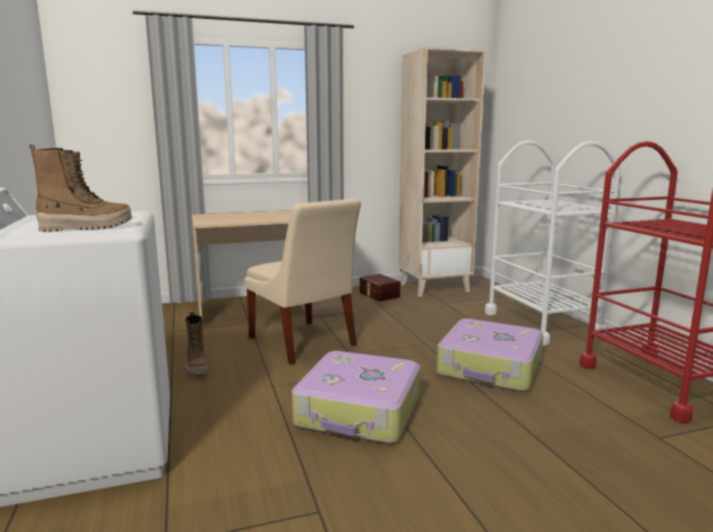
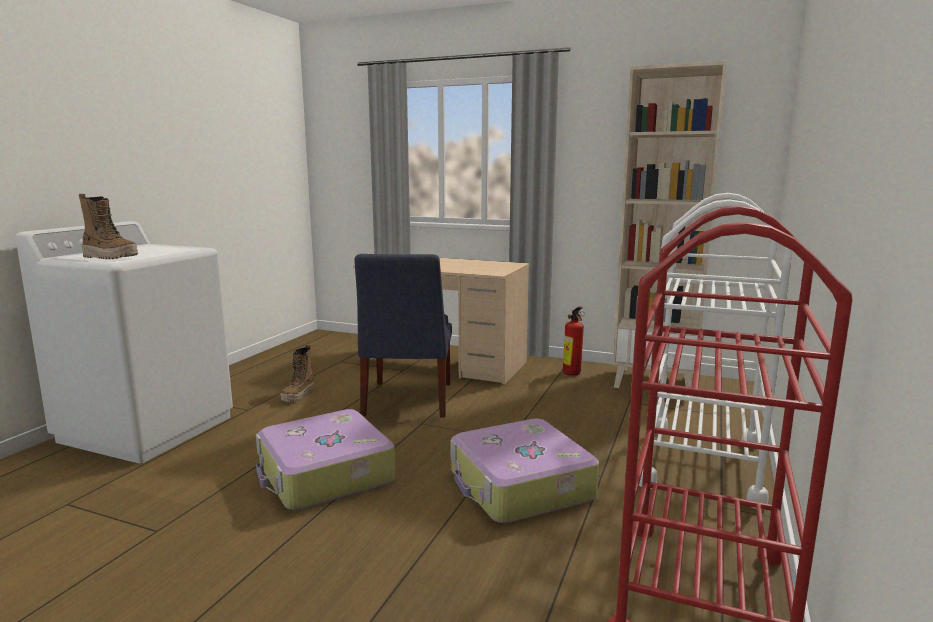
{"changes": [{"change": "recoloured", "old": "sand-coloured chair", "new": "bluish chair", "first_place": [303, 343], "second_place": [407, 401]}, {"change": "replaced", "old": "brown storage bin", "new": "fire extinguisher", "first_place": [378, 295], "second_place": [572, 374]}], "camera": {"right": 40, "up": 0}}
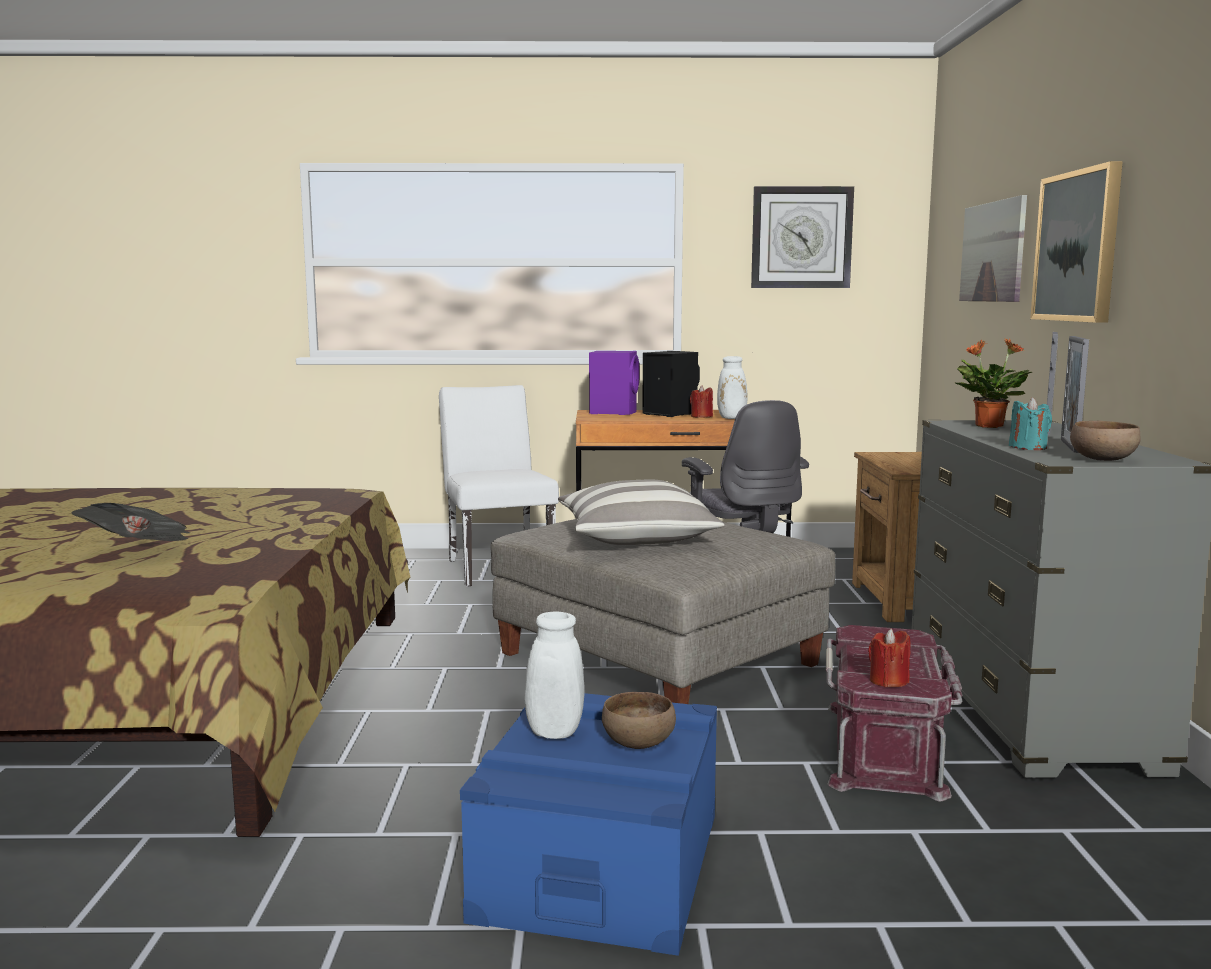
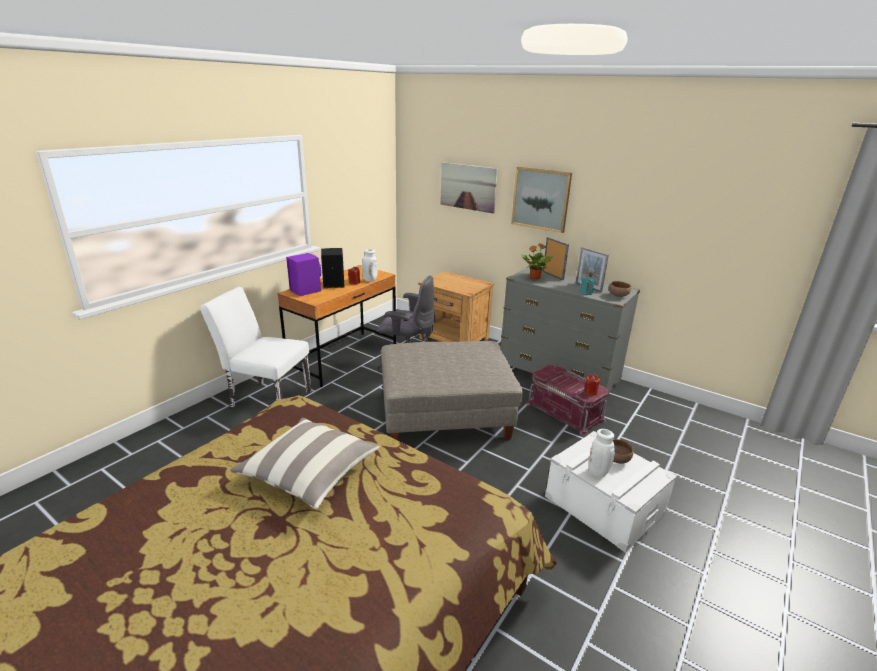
{"changes": [{"change": "moved", "old": "pillow", "first_place": [636, 538], "second_place": [309, 473]}, {"change": "recoloured", "old": "bluish storage bin", "new": "white storage bin", "first_place": [601, 865], "second_place": [604, 505]}, {"change": "removed", "old": "newspaper", "first_place": [140, 553]}, {"change": "removed", "old": "wall clock", "first_place": [801, 237]}], "camera": {"right": -55, "up": 15}}
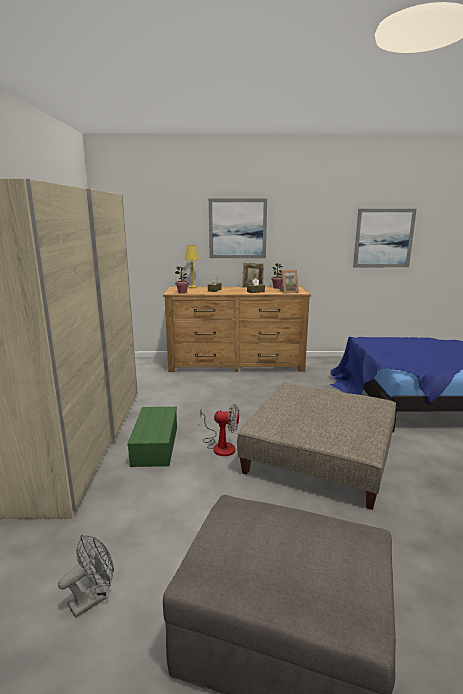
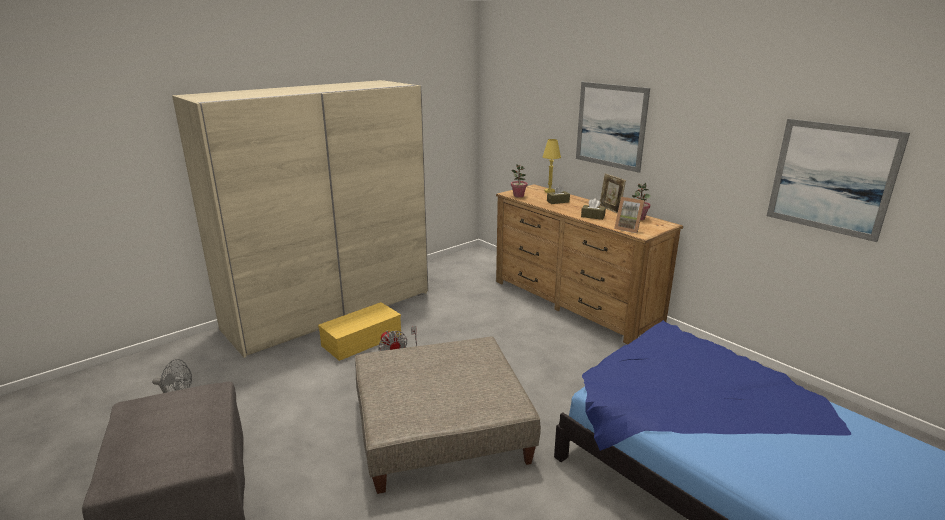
{"changes": [{"change": "recoloured", "old": "greenish storage bin", "new": "yellow storage bin", "first_place": [154, 444], "second_place": [362, 339]}], "camera": {"right": 50, "up": 5}}
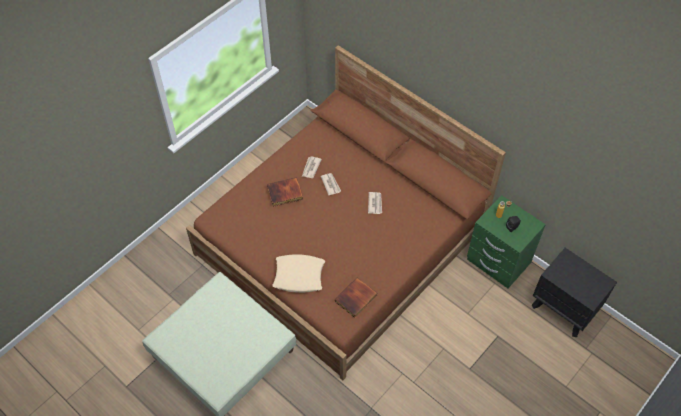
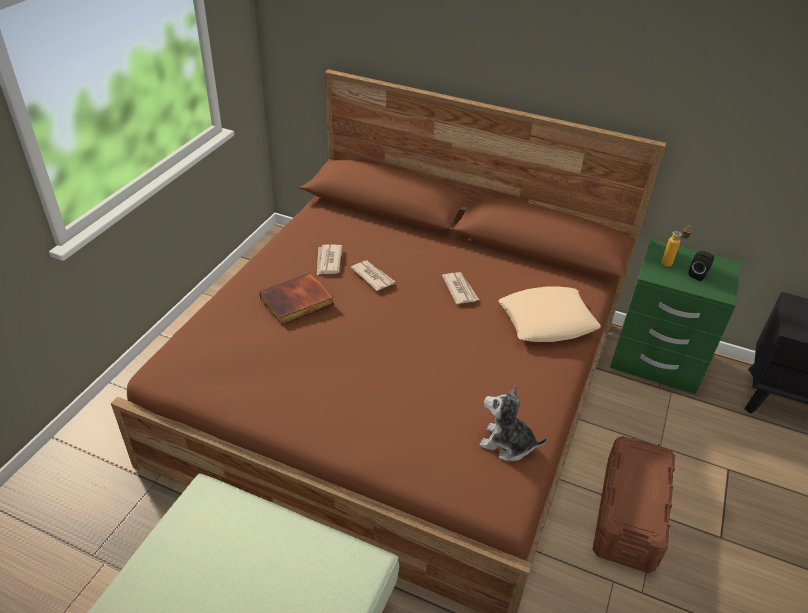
{"changes": [{"change": "replaced", "old": "volume", "new": "soft toy", "first_place": [356, 299], "second_place": [507, 444]}, {"change": "moved", "old": "sand-coloured pillow", "first_place": [299, 276], "second_place": [547, 321]}, {"change": "added", "new": "brown storage bin", "second_place": [628, 515]}], "camera": {"right": -20, "up": -15}}
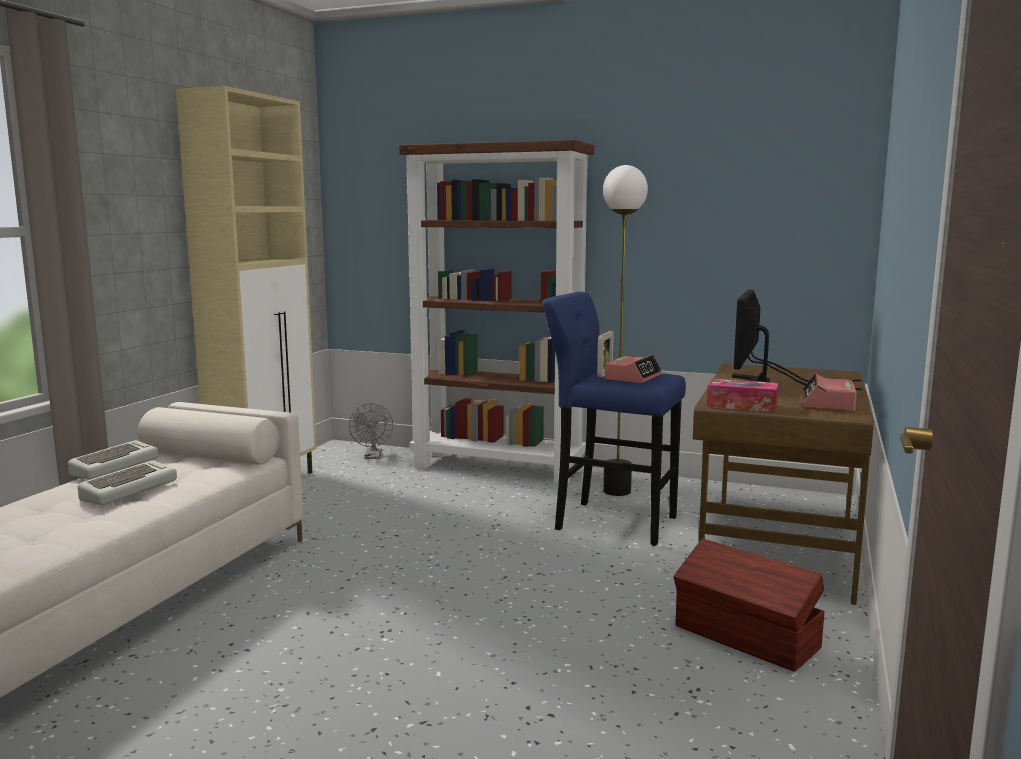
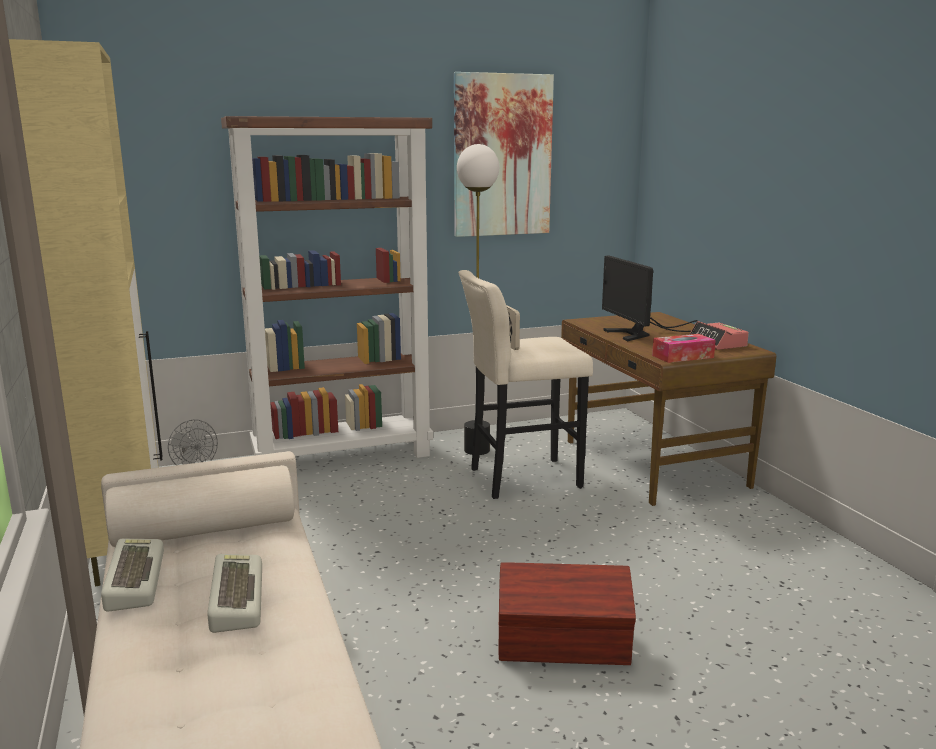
{"changes": [{"change": "added", "new": "wall art", "second_place": [502, 156]}, {"change": "recoloured", "old": "bluish stool seat", "new": "sand-coloured stool seat", "first_place": [610, 522], "second_place": [519, 479]}, {"change": "moved", "old": "brown storage bin", "first_place": [746, 638], "second_place": [564, 646]}, {"change": "removed", "old": "bedside clock", "first_place": [633, 377]}], "camera": {"right": -40, "up": 5}}
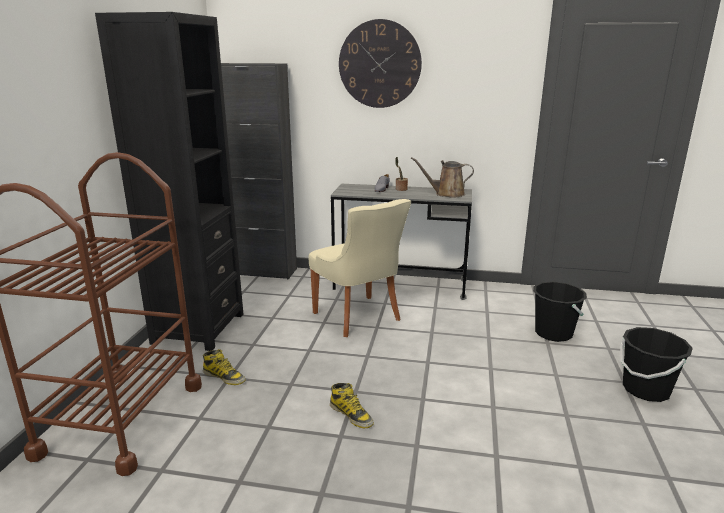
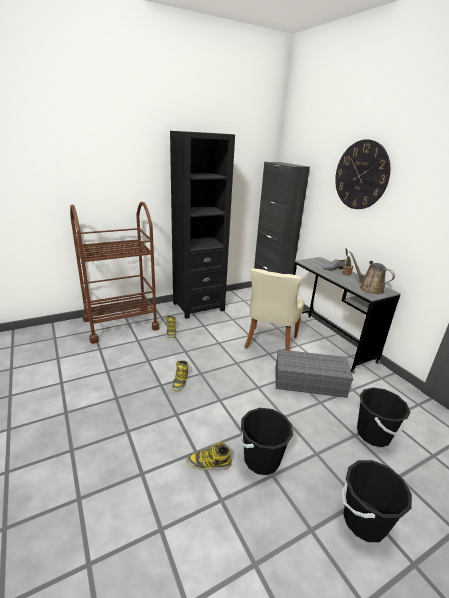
{"changes": [{"change": "added", "new": "high-top boot", "second_place": [208, 463]}, {"change": "added", "new": "black water bucket", "second_place": [261, 459]}, {"change": "added", "new": "greyish storage bin", "second_place": [310, 381]}], "camera": {"right": 50, "up": 5}}
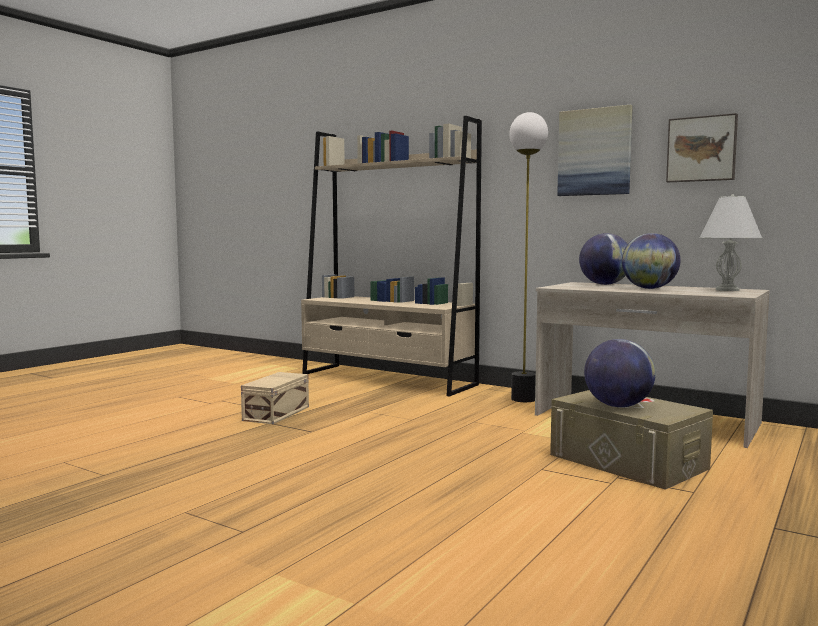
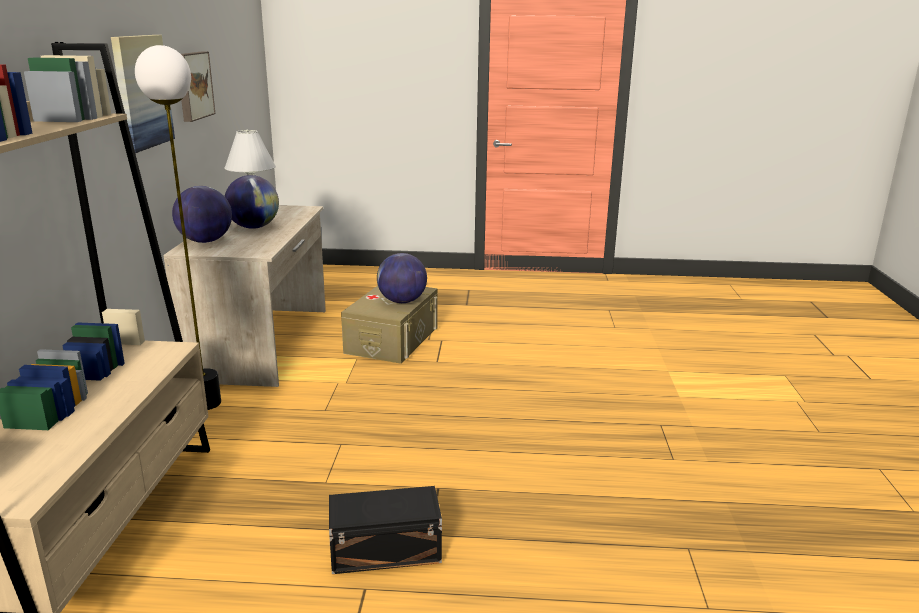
{"changes": [{"change": "recoloured", "old": "sand-coloured storage bin", "new": "black storage bin", "first_place": [278, 413], "second_place": [383, 549]}], "camera": {"right": -120, "up": 15}}
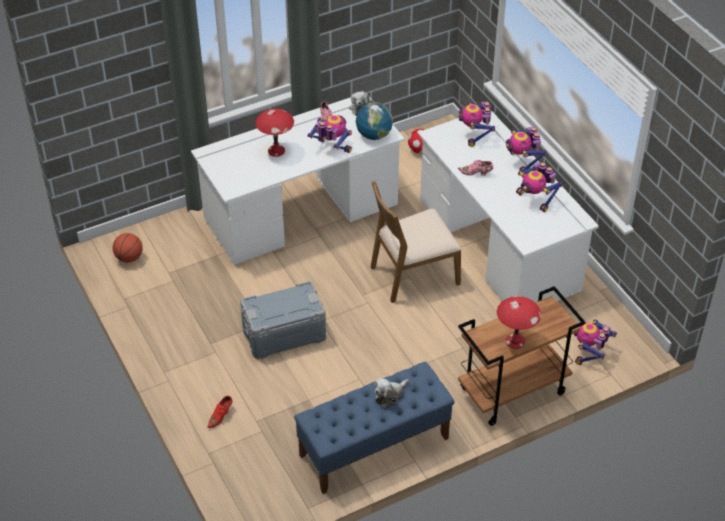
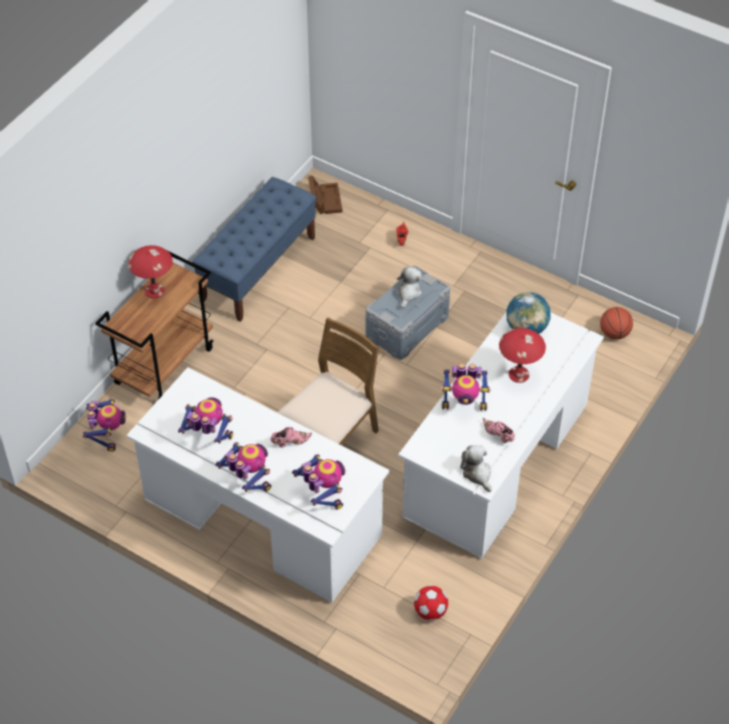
{"changes": [{"change": "added", "new": "brown storage bin", "second_place": [324, 199]}, {"change": "moved", "old": "soft toy", "first_place": [390, 396], "second_place": [408, 293]}, {"change": "moved", "old": "globe", "first_place": [374, 135], "second_place": [526, 328]}], "camera": {"right": 150, "up": 5}}
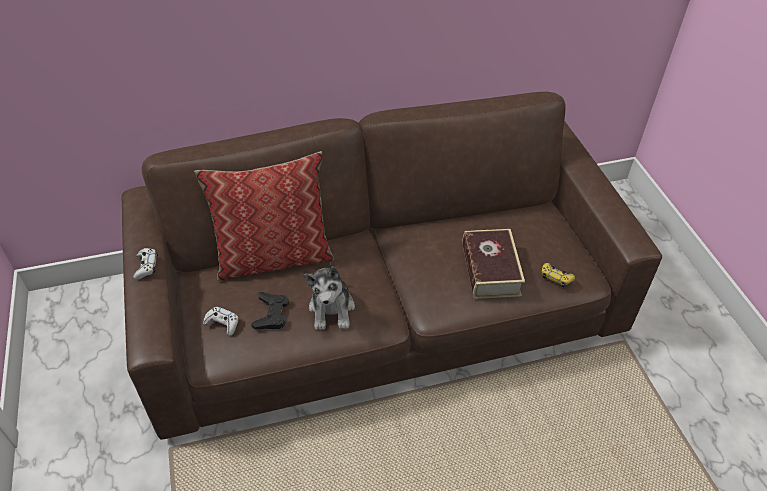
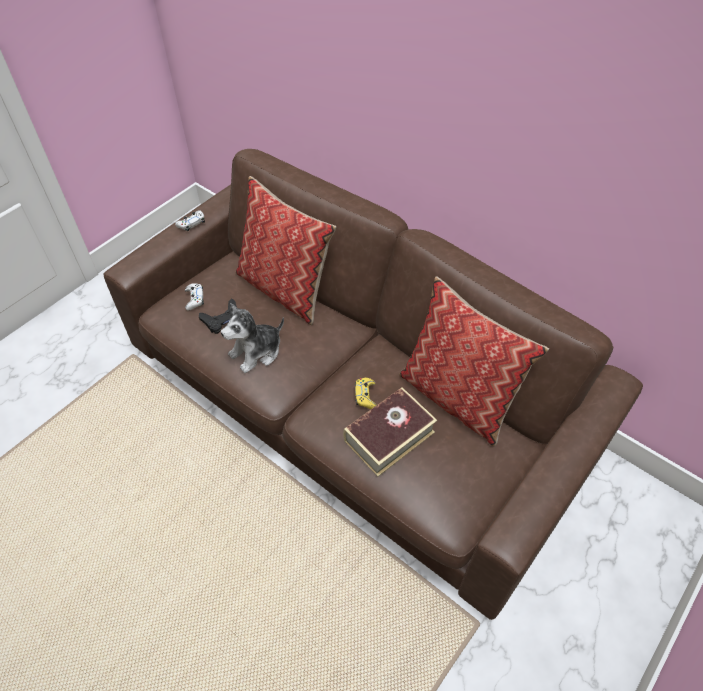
{"changes": [{"change": "moved", "old": "yellow joypad", "first_place": [556, 277], "second_place": [365, 396]}, {"change": "added", "new": "pillow", "second_place": [457, 397]}], "camera": {"right": 55, "up": 5}}
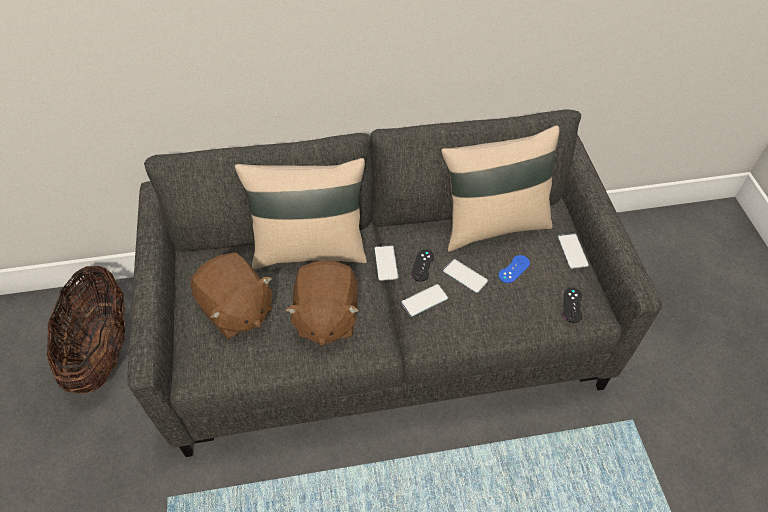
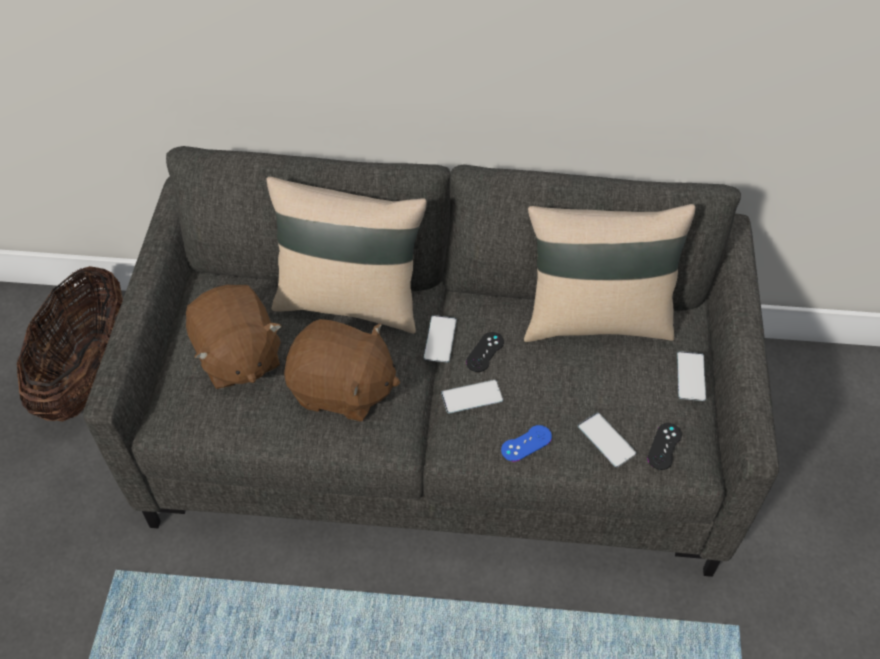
{"changes": [{"change": "turned", "old": "brown soft toy", "first_place": [326, 317], "second_place": [342, 390], "degrees": -90}, {"change": "moved", "old": "bluish joypad", "first_place": [514, 269], "second_place": [526, 443]}, {"change": "moved", "old": "phone", "first_place": [465, 276], "second_place": [606, 440]}], "camera": {"right": 15, "up": 0}}
